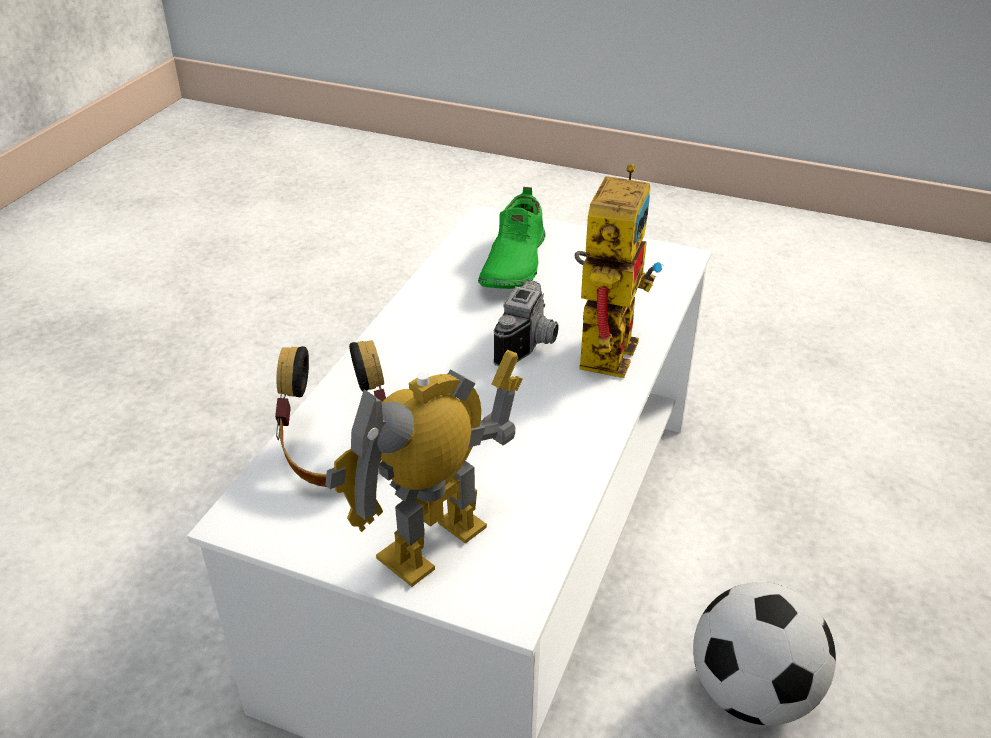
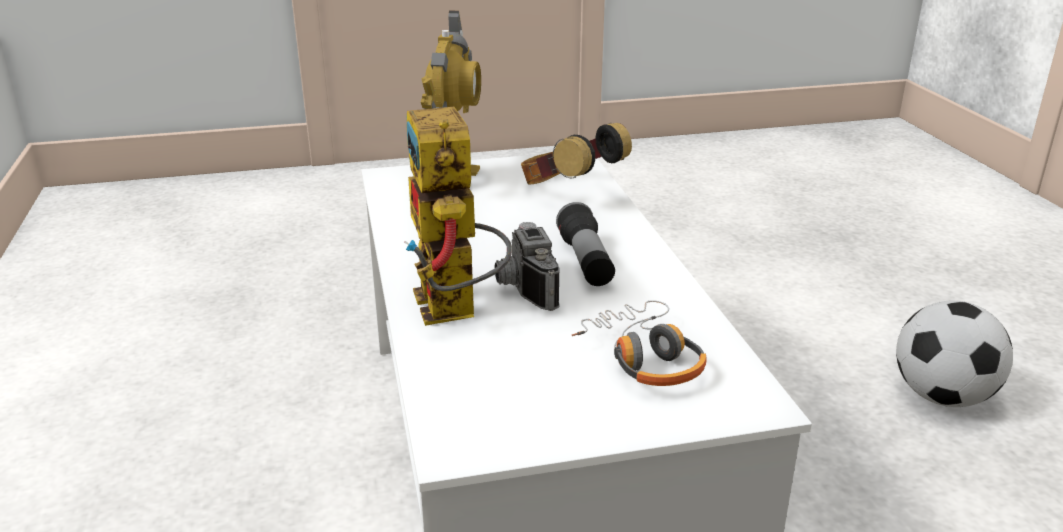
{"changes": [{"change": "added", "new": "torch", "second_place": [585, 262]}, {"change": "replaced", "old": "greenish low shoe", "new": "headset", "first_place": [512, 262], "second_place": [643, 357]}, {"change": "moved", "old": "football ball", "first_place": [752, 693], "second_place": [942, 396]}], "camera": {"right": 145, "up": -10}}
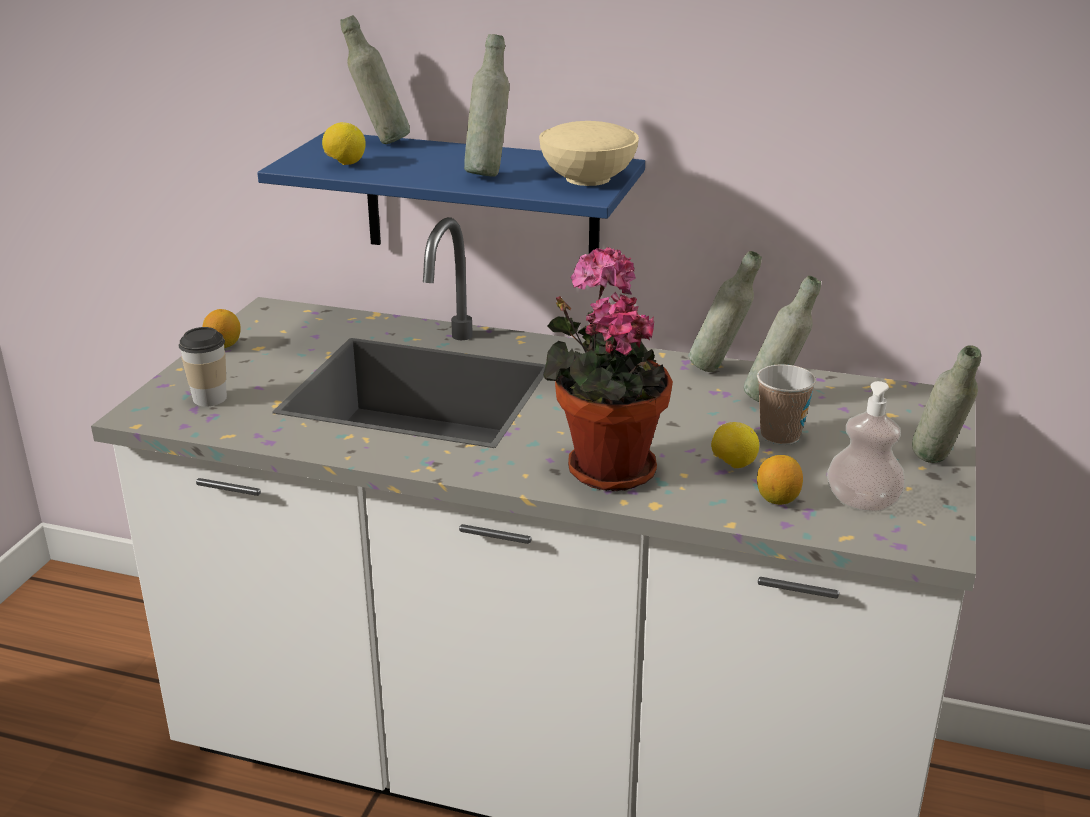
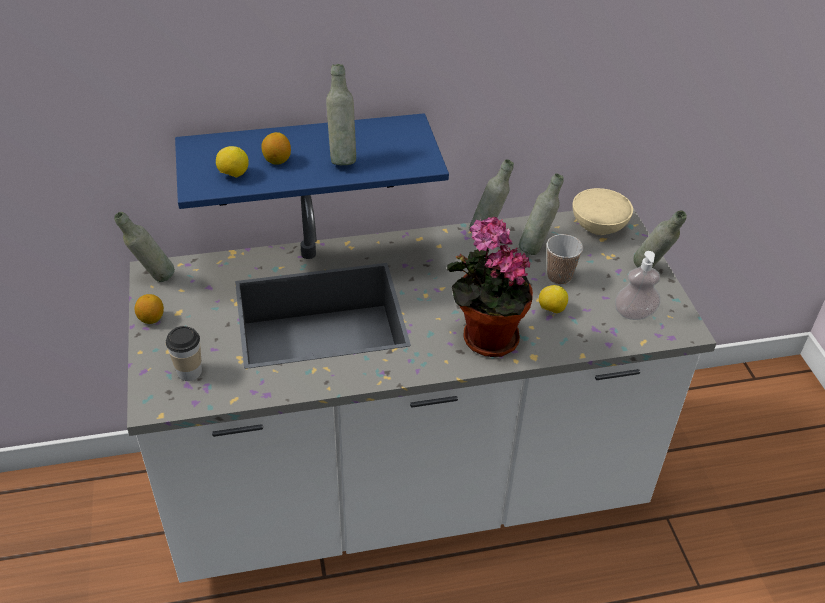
{"changes": [{"change": "moved", "old": "greyish drink bottle", "first_place": [379, 142], "second_place": [153, 279]}, {"change": "moved", "old": "lemon", "first_place": [777, 499], "second_place": [277, 161]}, {"change": "moved", "old": "sand-coloured bowl", "first_place": [589, 179], "second_place": [599, 226]}], "camera": {"right": -30, "up": 15}}
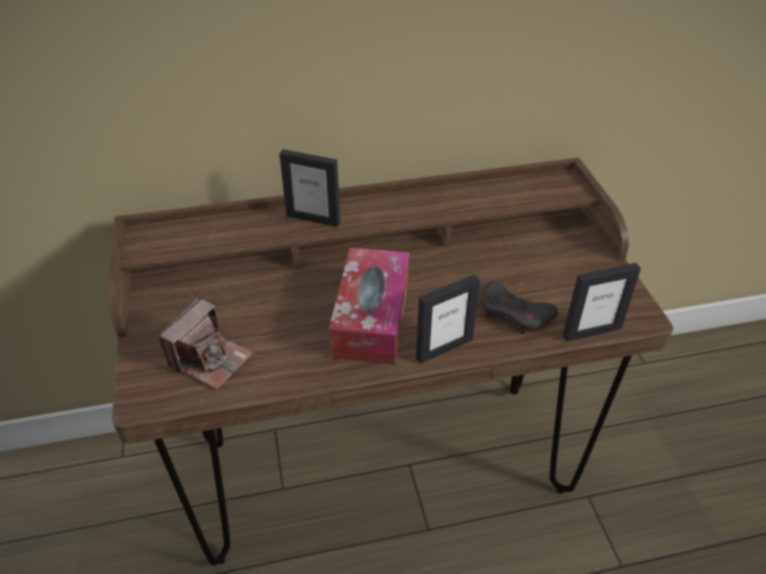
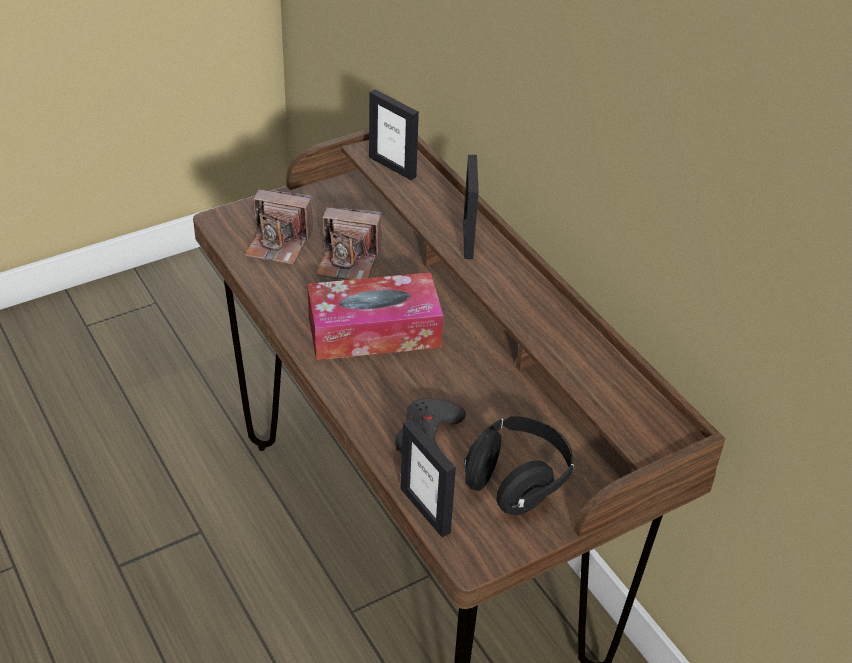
{"changes": [{"change": "added", "new": "still camera", "second_place": [348, 261]}, {"change": "moved", "old": "photo frame", "first_place": [444, 348], "second_place": [392, 167]}, {"change": "added", "new": "black headset", "second_place": [516, 481]}], "camera": {"right": 70, "up": 0}}
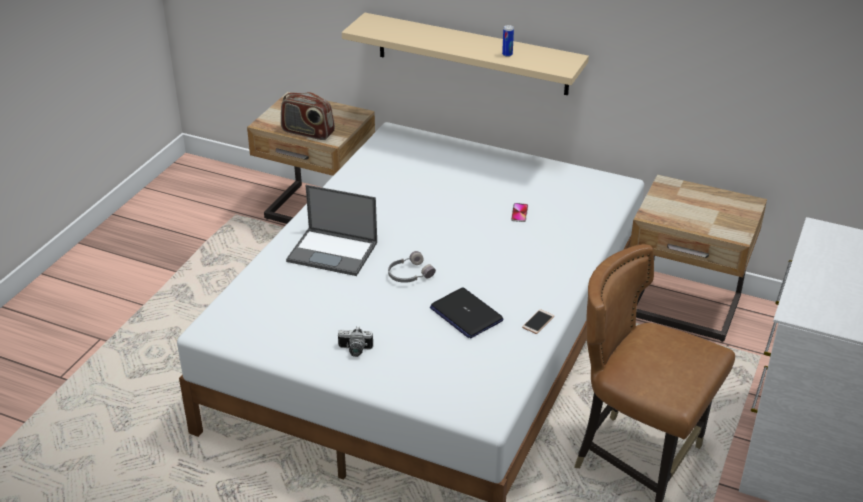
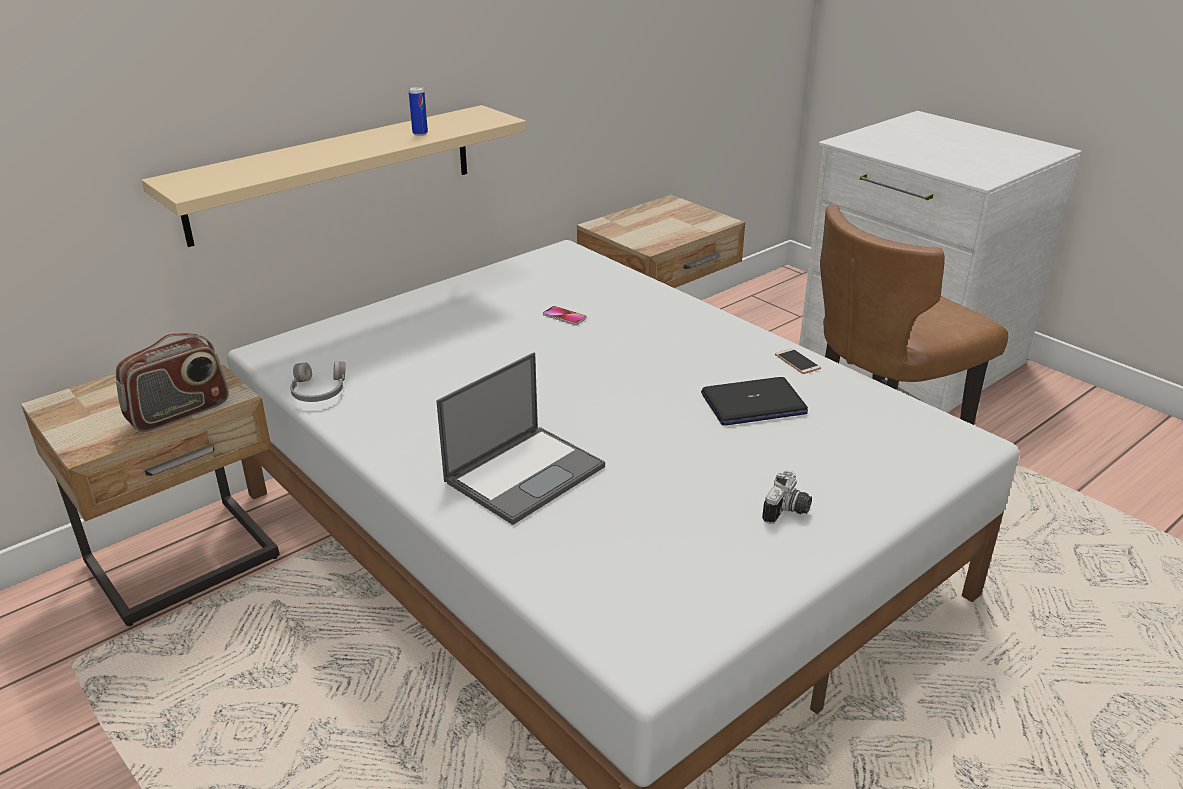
{"changes": [{"change": "moved", "old": "greyish headset", "first_place": [409, 274], "second_place": [318, 391]}], "camera": {"right": -65, "up": -5}}
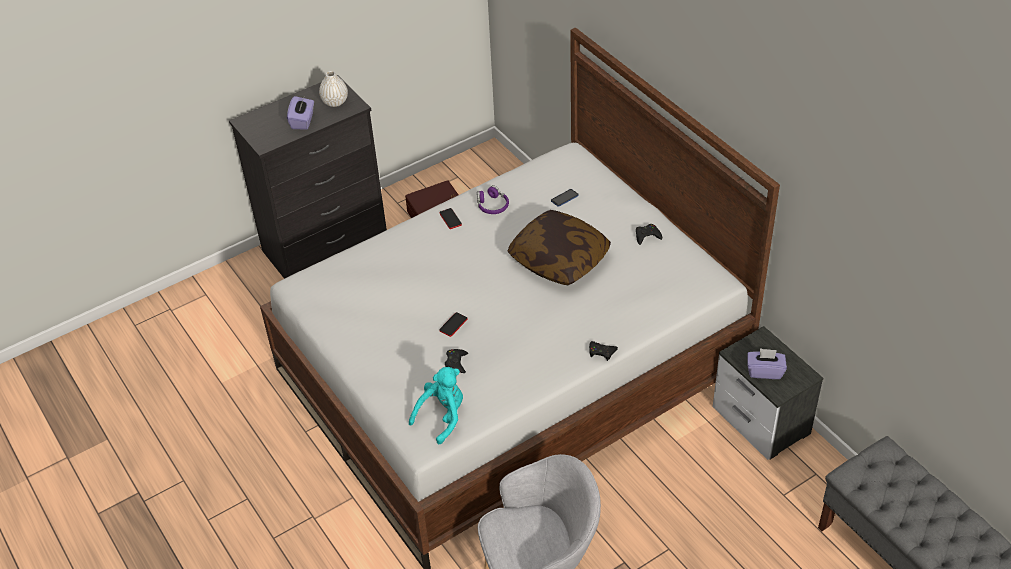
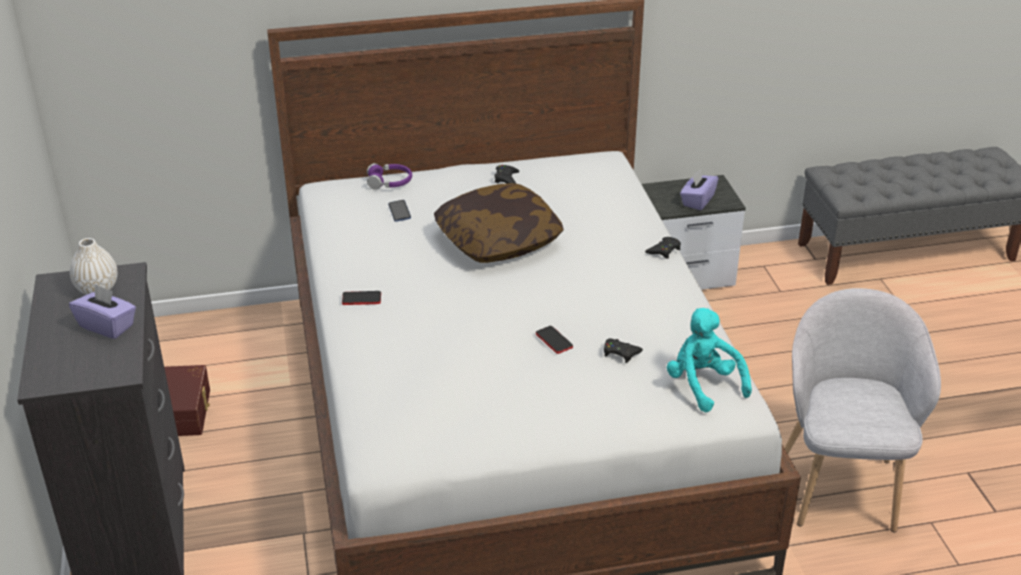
{"changes": [{"change": "moved", "old": "purple headset", "first_place": [492, 205], "second_place": [390, 182]}], "camera": {"right": -70, "up": -10}}
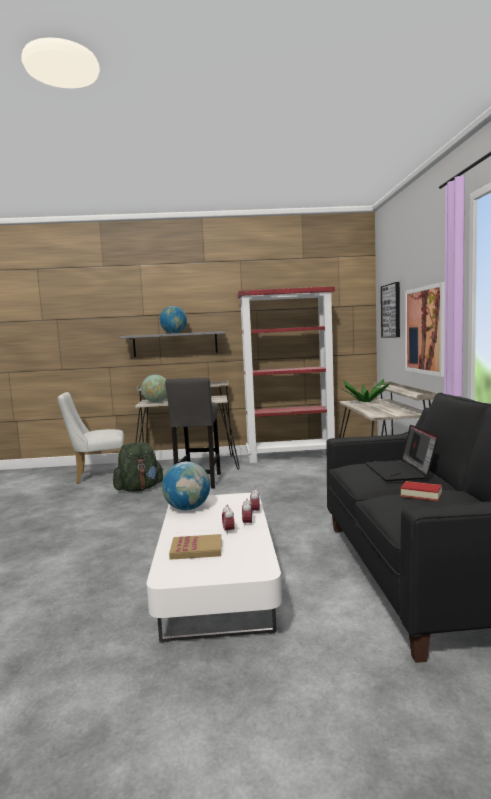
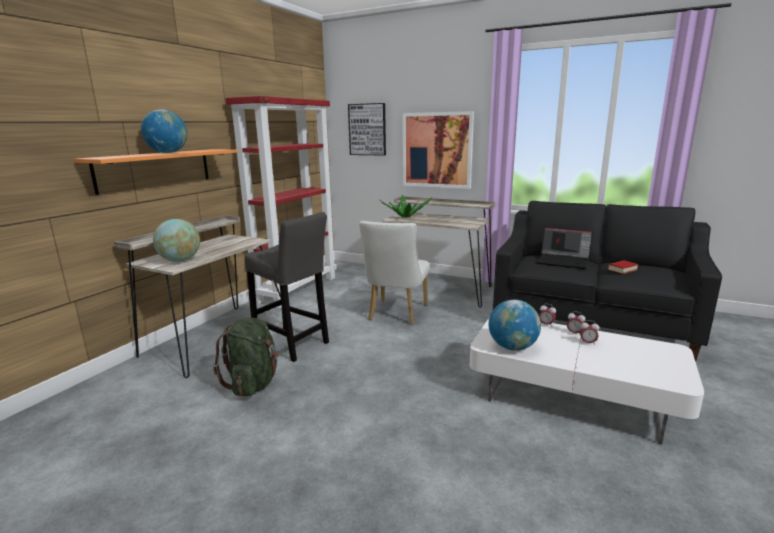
{"changes": [{"change": "recoloured", "old": "greyish wall shelf", "new": "orangey wall shelf", "first_place": [175, 344], "second_place": [155, 169]}, {"change": "moved", "old": "white chair", "first_place": [97, 476], "second_place": [396, 314]}, {"change": "removed", "old": "volume", "first_place": [196, 549]}], "camera": {"right": -60, "up": 10}}
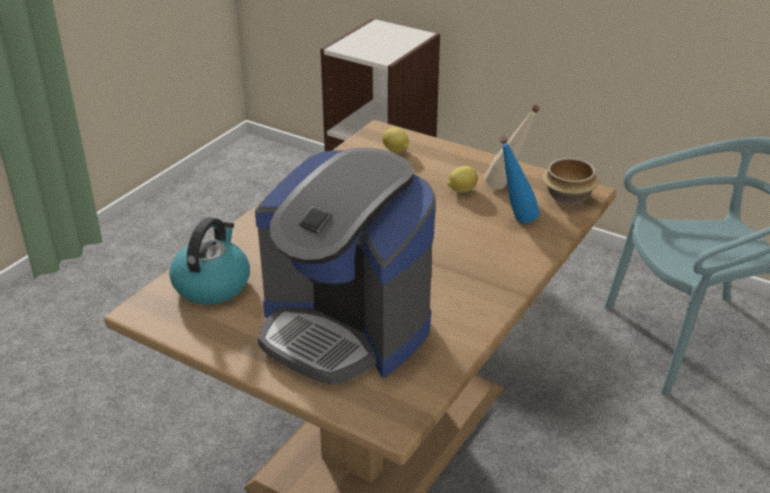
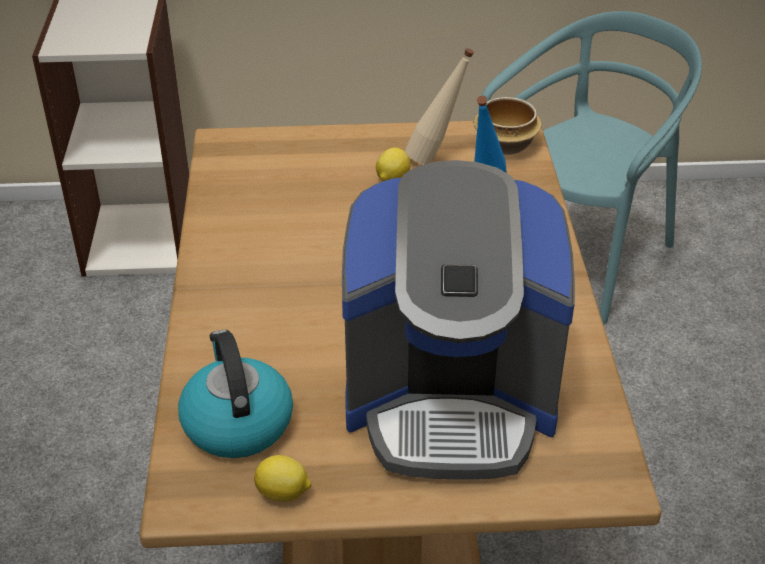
{"changes": [{"change": "moved", "old": "lemon", "first_place": [396, 151], "second_place": [283, 494]}], "camera": {"right": -35, "up": 5}}
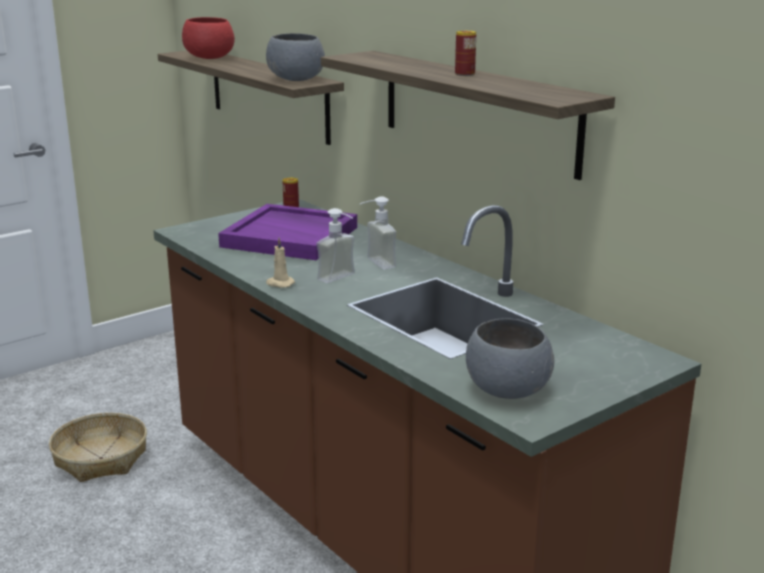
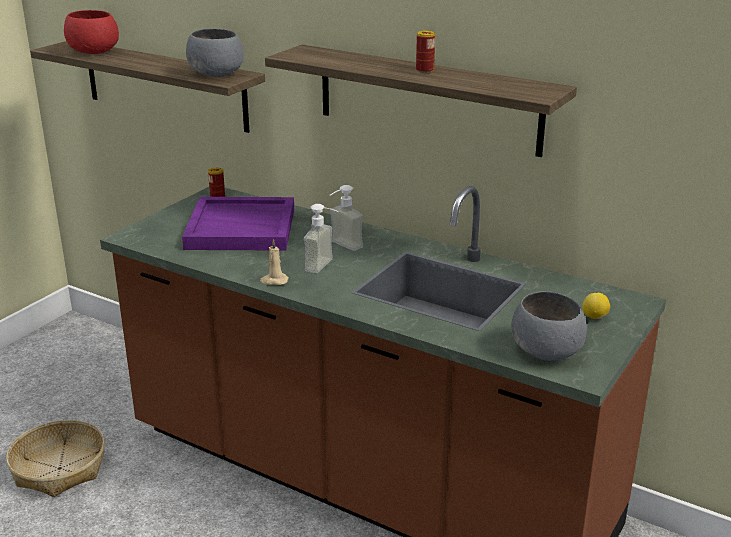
{"changes": [{"change": "added", "new": "lemon", "second_place": [594, 317]}], "camera": {"right": -20, "up": 5}}
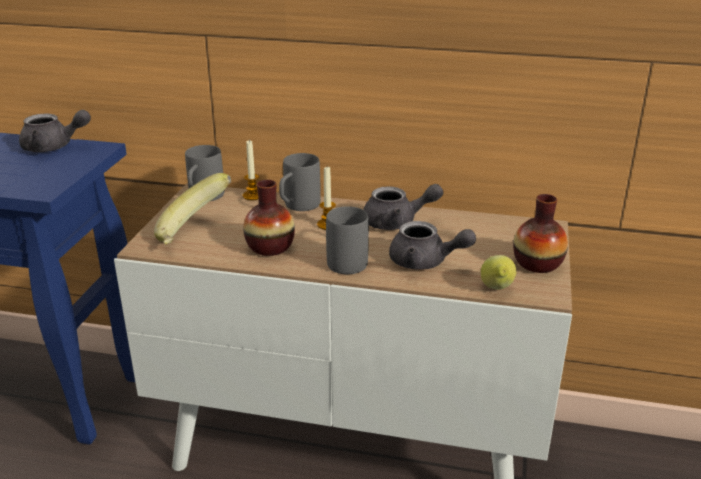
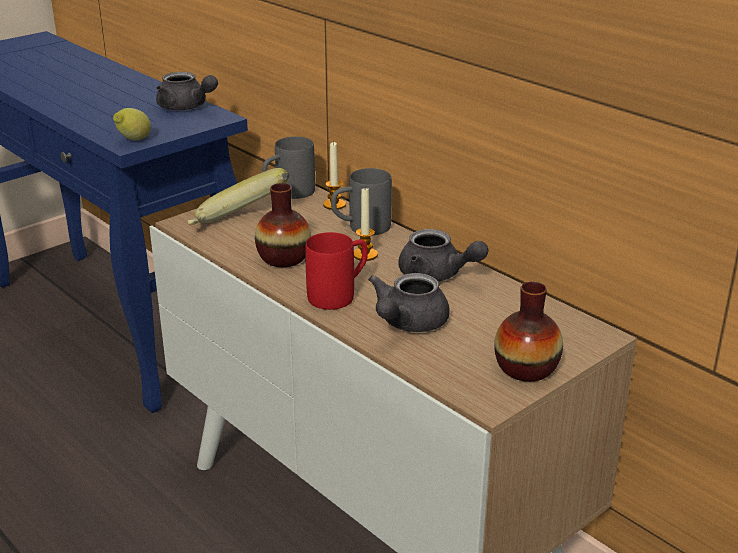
{"changes": [{"change": "moved", "old": "lemon", "first_place": [496, 289], "second_place": [133, 140]}, {"change": "recoloured", "old": "greyish tea mug", "new": "red tea mug", "first_place": [350, 259], "second_place": [339, 294]}, {"change": "turned", "old": "greyish tea pot", "first_place": [425, 262], "second_place": [407, 323], "degrees": 60}], "camera": {"right": 35, "up": 0}}
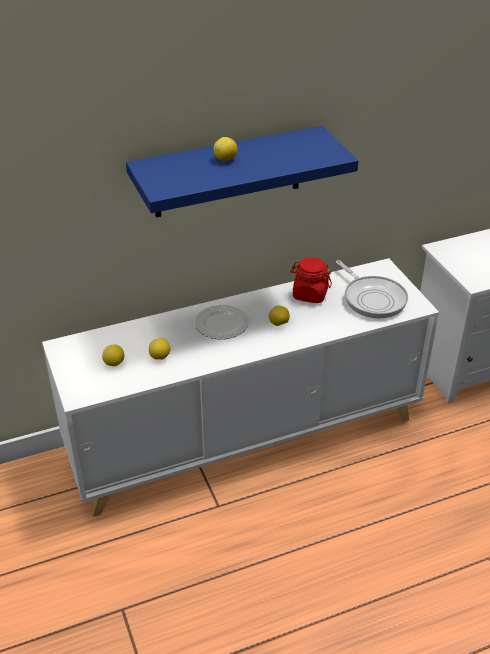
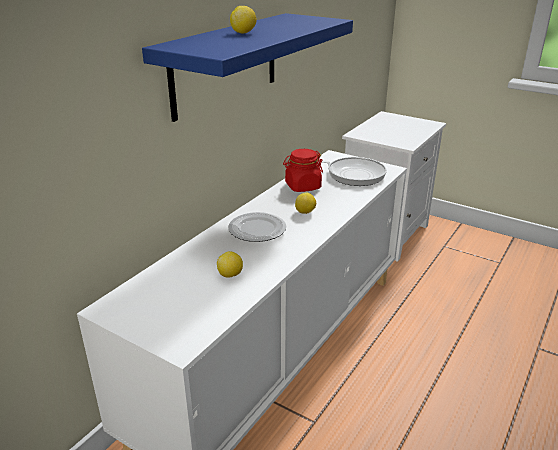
{"changes": [{"change": "removed", "old": "lemon", "first_place": [114, 363]}], "camera": {"right": -35, "up": -10}}
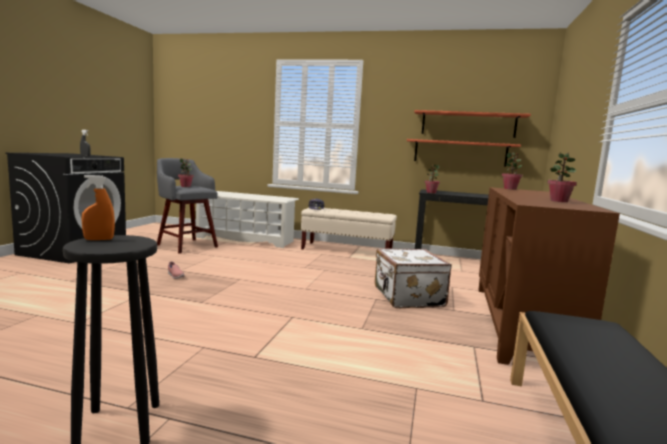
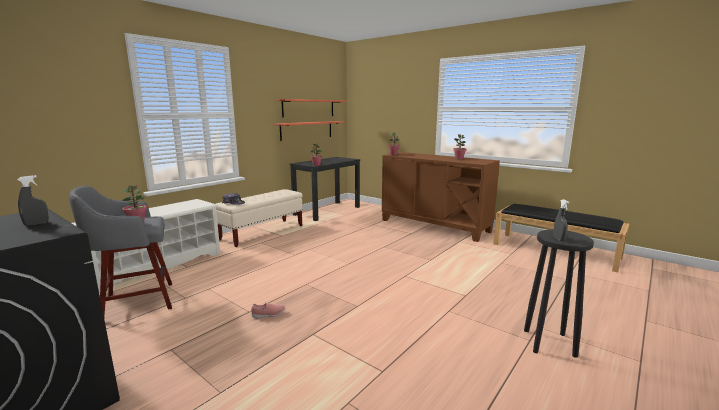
{"changes": [{"change": "recoloured", "old": "orangey hand sprayer", "new": "greyish hand sprayer", "first_place": [99, 239], "second_place": [559, 239]}, {"change": "removed", "old": "white travel case", "first_place": [407, 297]}], "camera": {"right": -65, "up": 5}}
